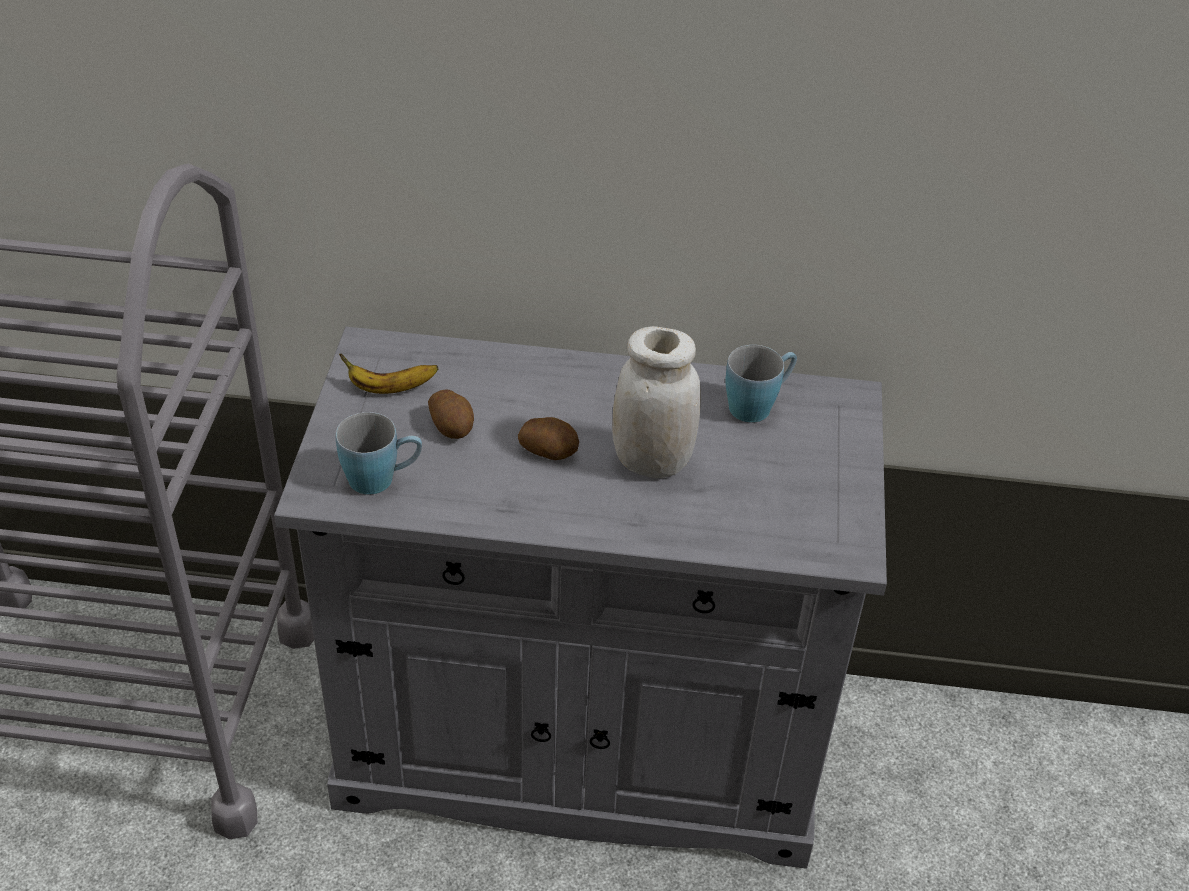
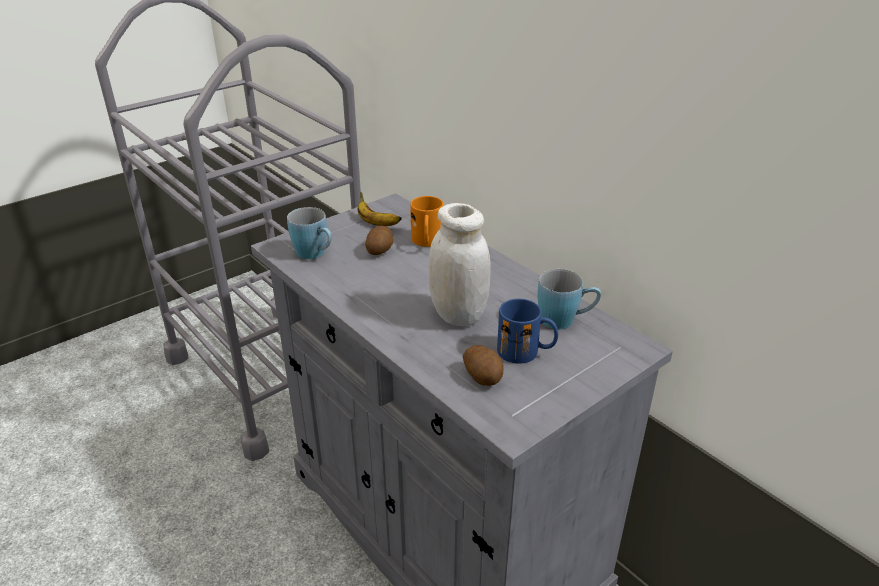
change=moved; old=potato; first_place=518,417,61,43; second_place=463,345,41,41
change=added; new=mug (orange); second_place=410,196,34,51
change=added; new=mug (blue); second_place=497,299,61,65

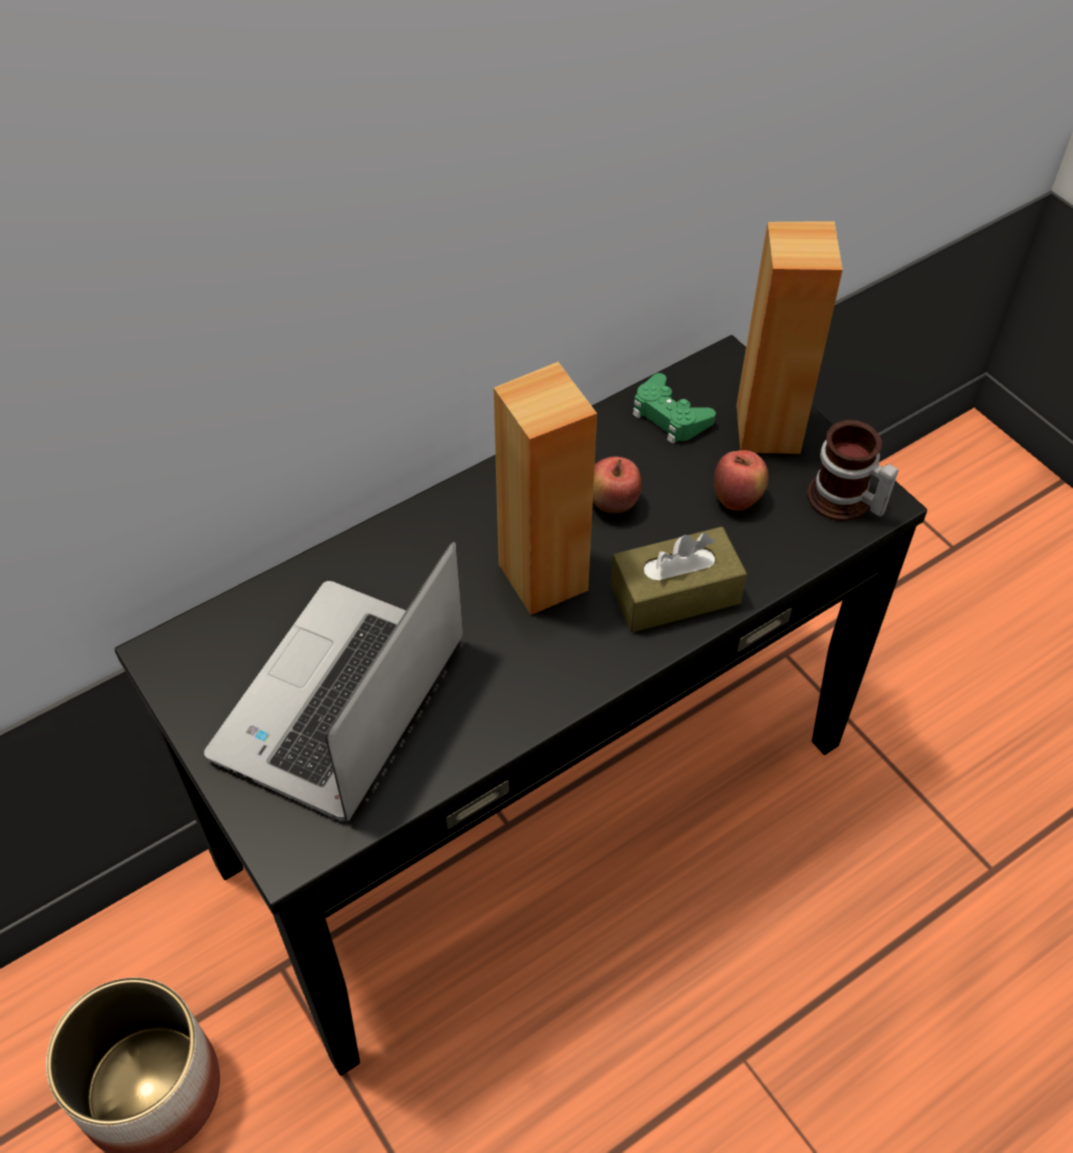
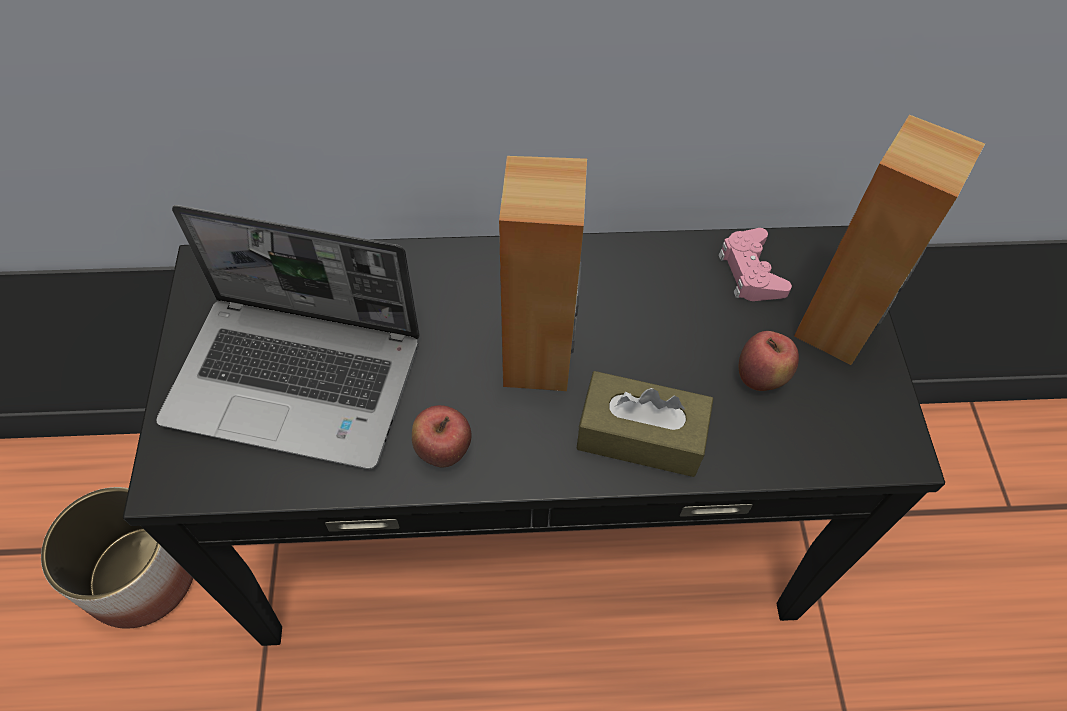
change=recoloured; old=game controller (green); new=game controller (pink); first_place=633,373,83,71; second_place=718,228,74,73
change=removed; old=mug; first_place=807,420,92,101
change=moved; old=apple; first_place=593,457,49,56; second_place=412,405,59,62
change=turned; old=laptop; first_place=204,542,259,279; second_place=157,205,263,264; degrees=-135

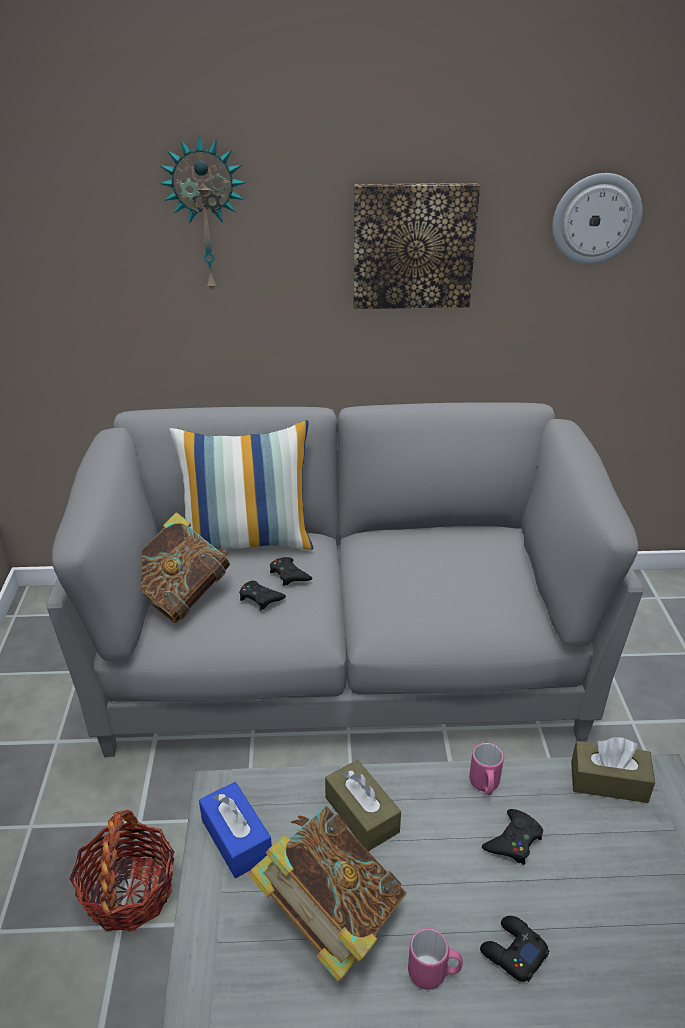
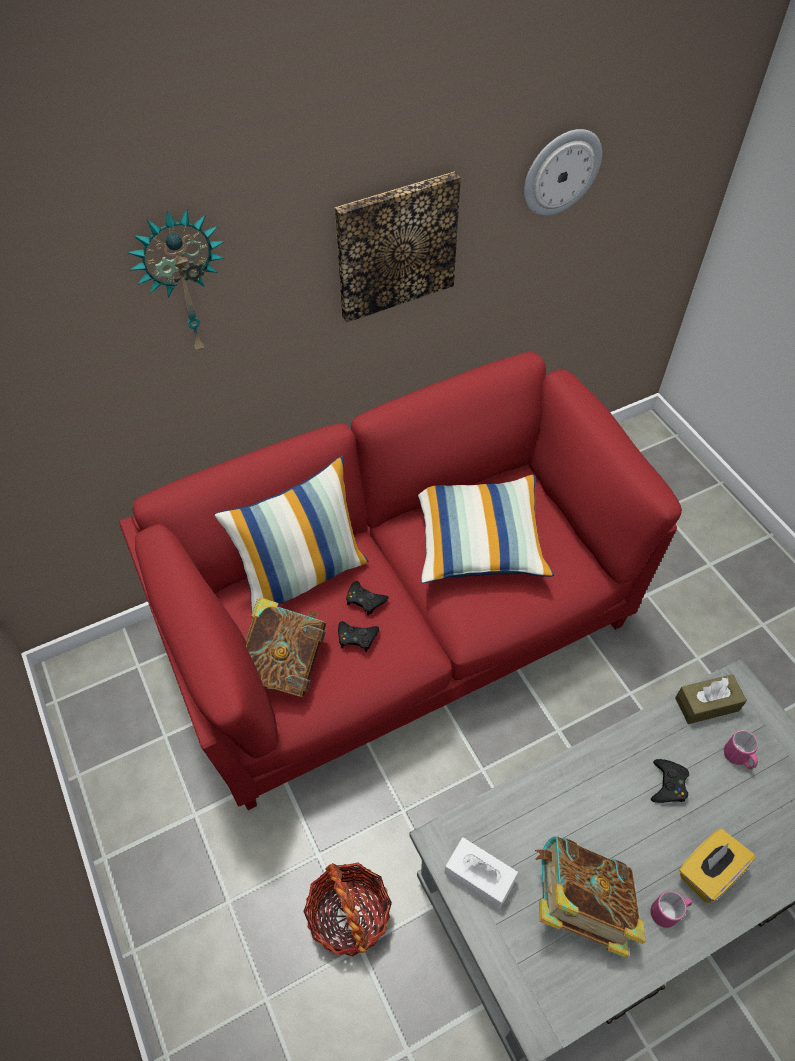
change=recoloured; old=sofa (grey); new=sofa (red); first_place=46,402,598,355; second_place=119,352,563,458
change=moved; old=mug (pink); first_place=469,743,35,52; second_place=724,730,34,39
change=removed; old=tissue box (brown); first_place=325,760,76,91
change=recoloured; old=tissue box (blue); new=tissue box (white); first_place=199,782,73,96; second_place=444,837,74,72
change=replaced; old=game controller (black); new=tissue box (yellow); first_place=480,916,69,66; second_place=679,829,76,74
change=added; new=pillow; second_place=418,475,136,108

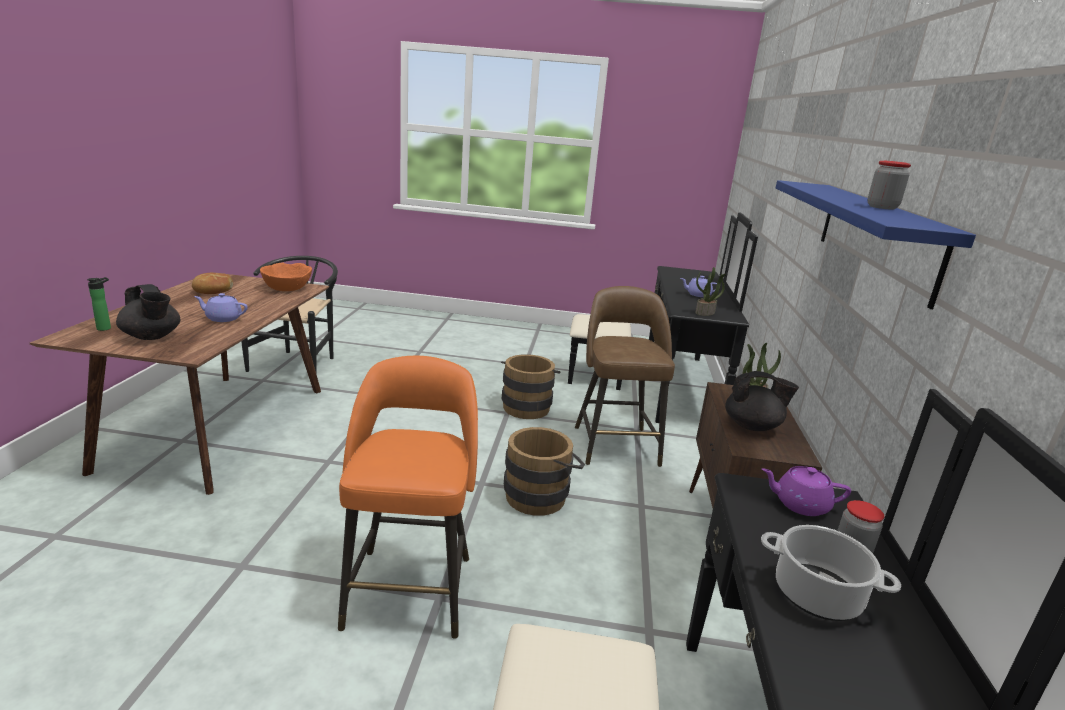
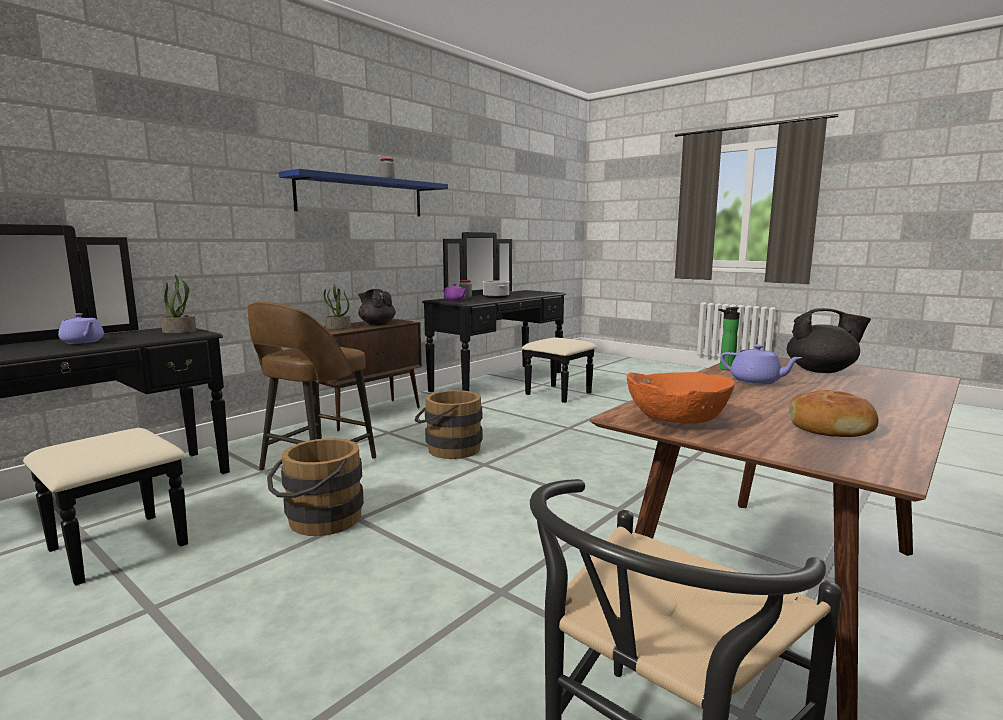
change=moved; old=bottle; first_place=87,277,24,54; second_place=718,307,22,63
change=turned; old=teapot (black); first_place=116,284,64,56; second_place=787,308,84,65; degrees=120
change=removed; old=stool (orange); first_place=338,356,140,283

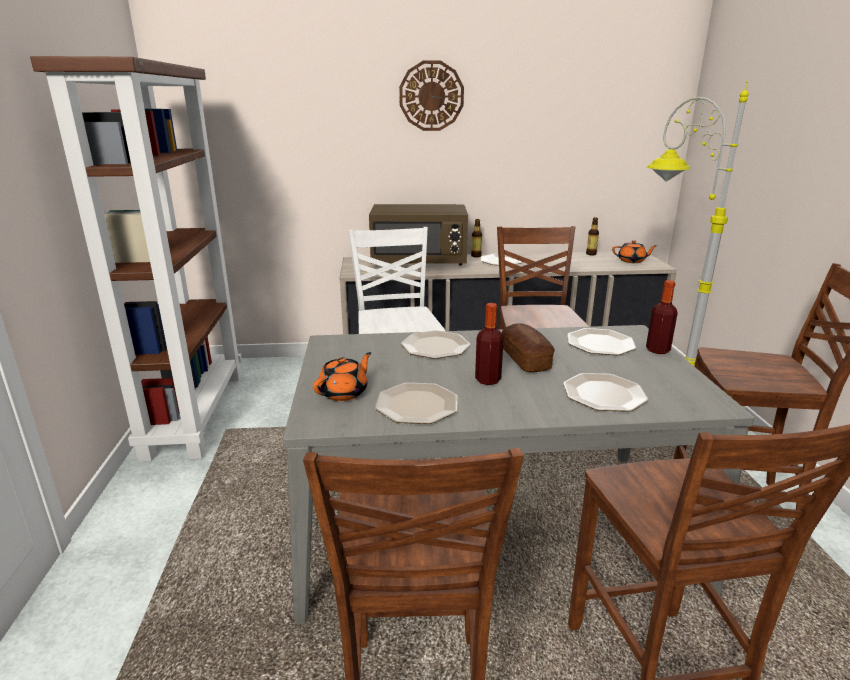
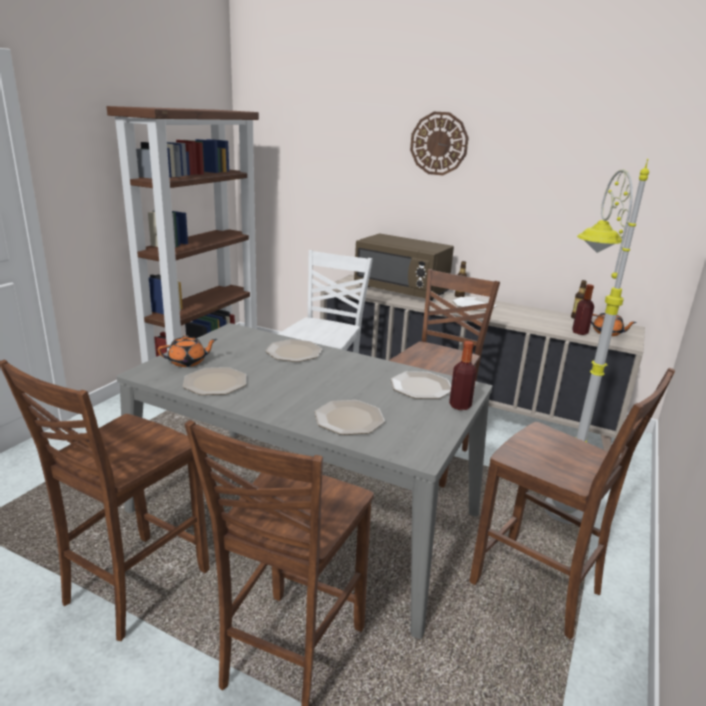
change=moved; old=bottle; first_place=475,303,29,82; second_place=572,284,22,51
change=removed; old=bread; first_place=502,323,53,49

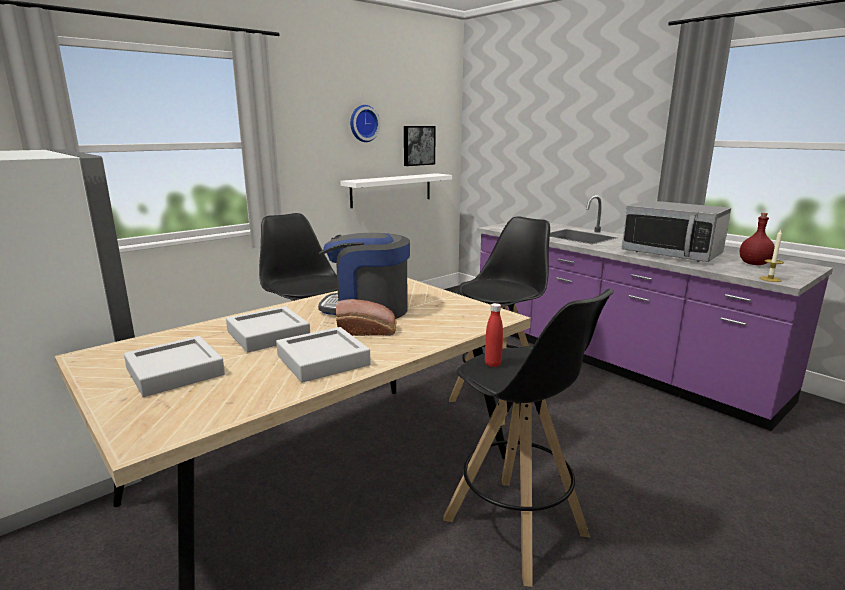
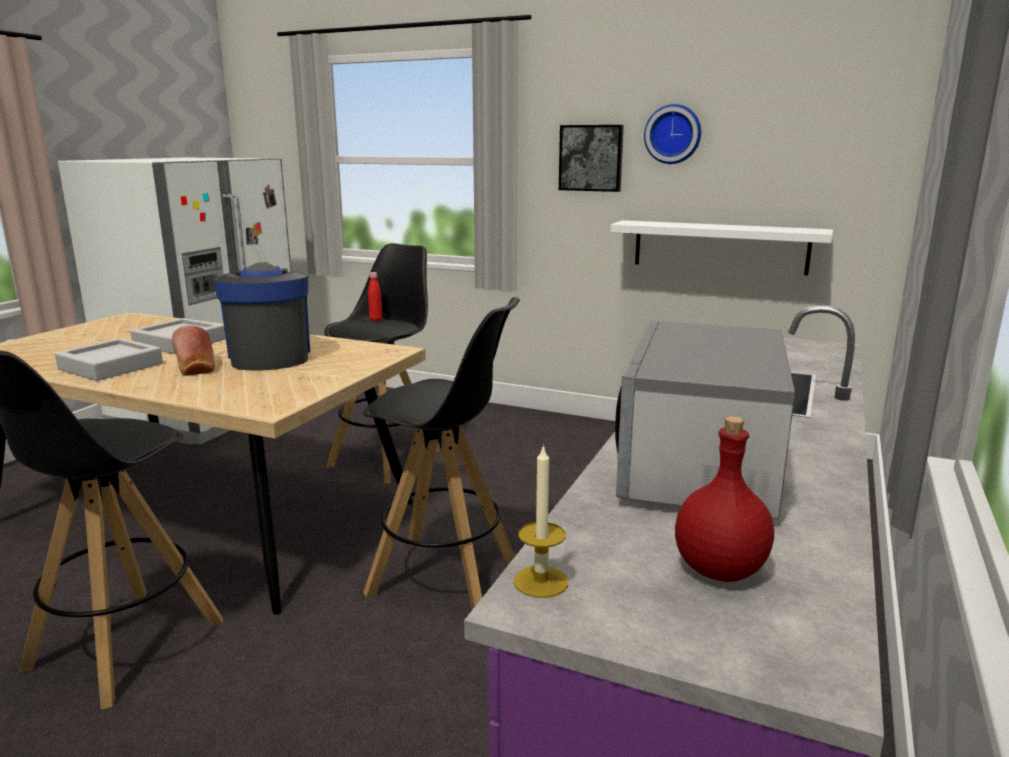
change=moved; old=picture; first_place=404,126,32,40; second_place=559,125,65,67
change=moved; old=bottle (red); first_place=485,303,18,64; second_place=368,272,14,50
change=removed; old=tray (grey); first_place=124,336,101,61

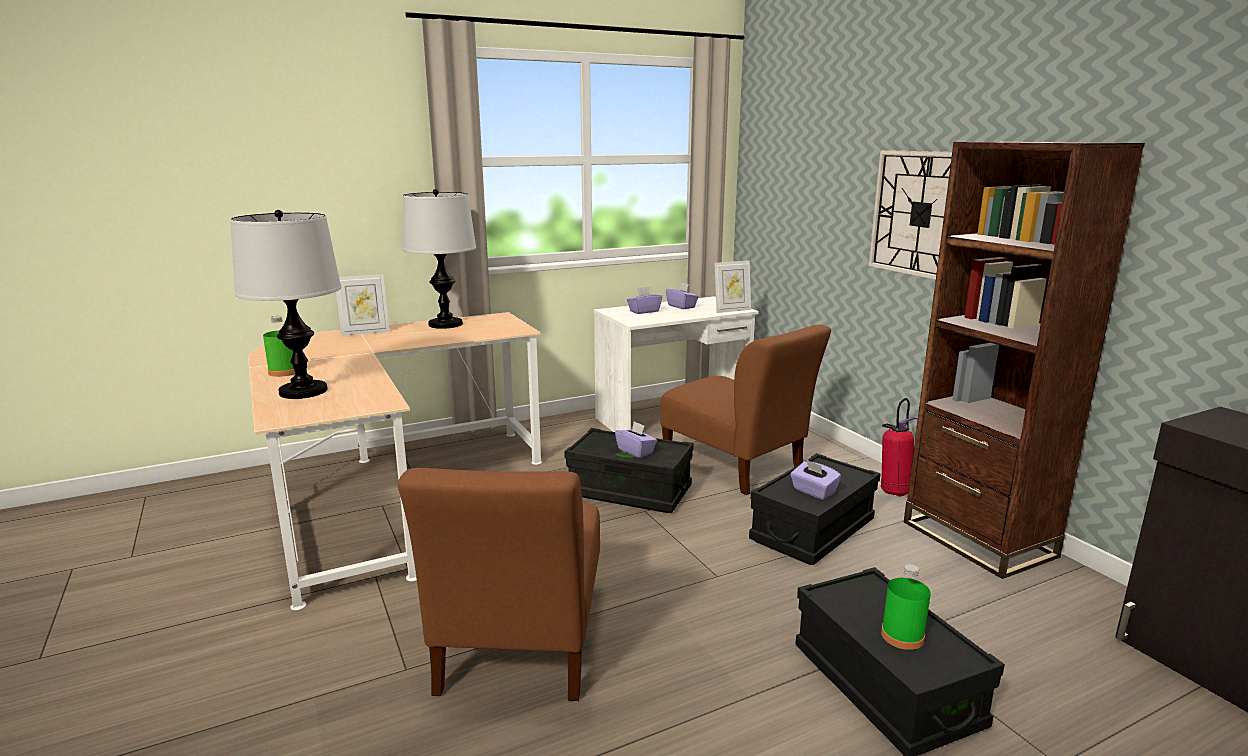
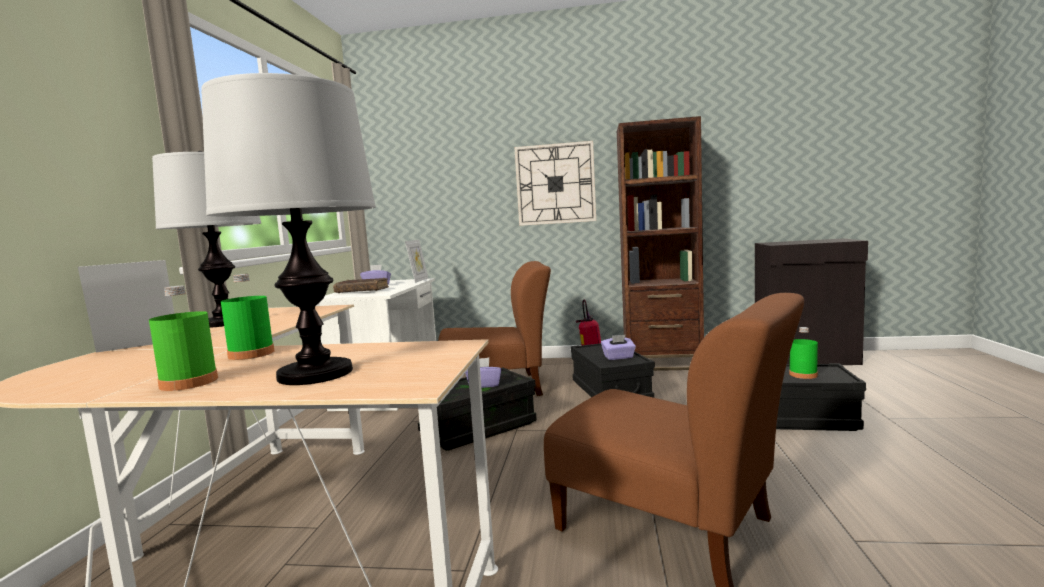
change=turned; old=picture frame; first_place=336,274,53,62; second_place=78,260,96,92; degrees=-135
change=replaced; old=tissue box (purple); new=book (brown); first_place=627,287,35,27; second_place=333,278,56,15
change=added; new=bottle (green); second_place=221,274,54,86

